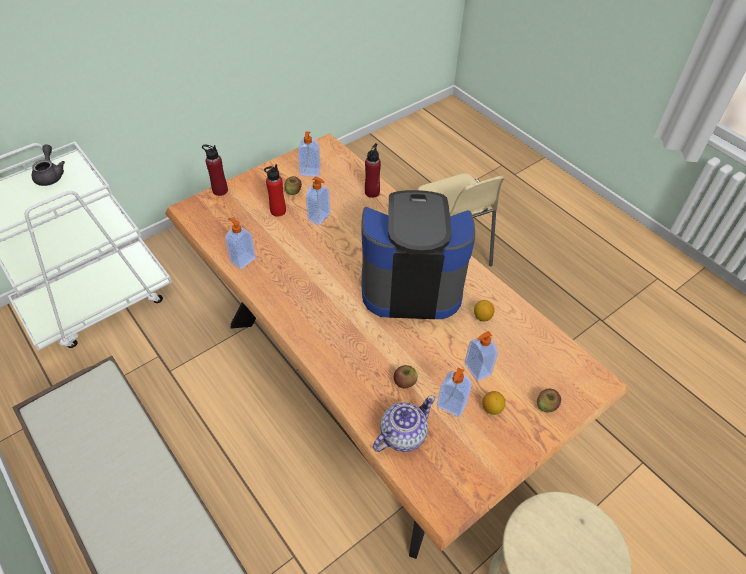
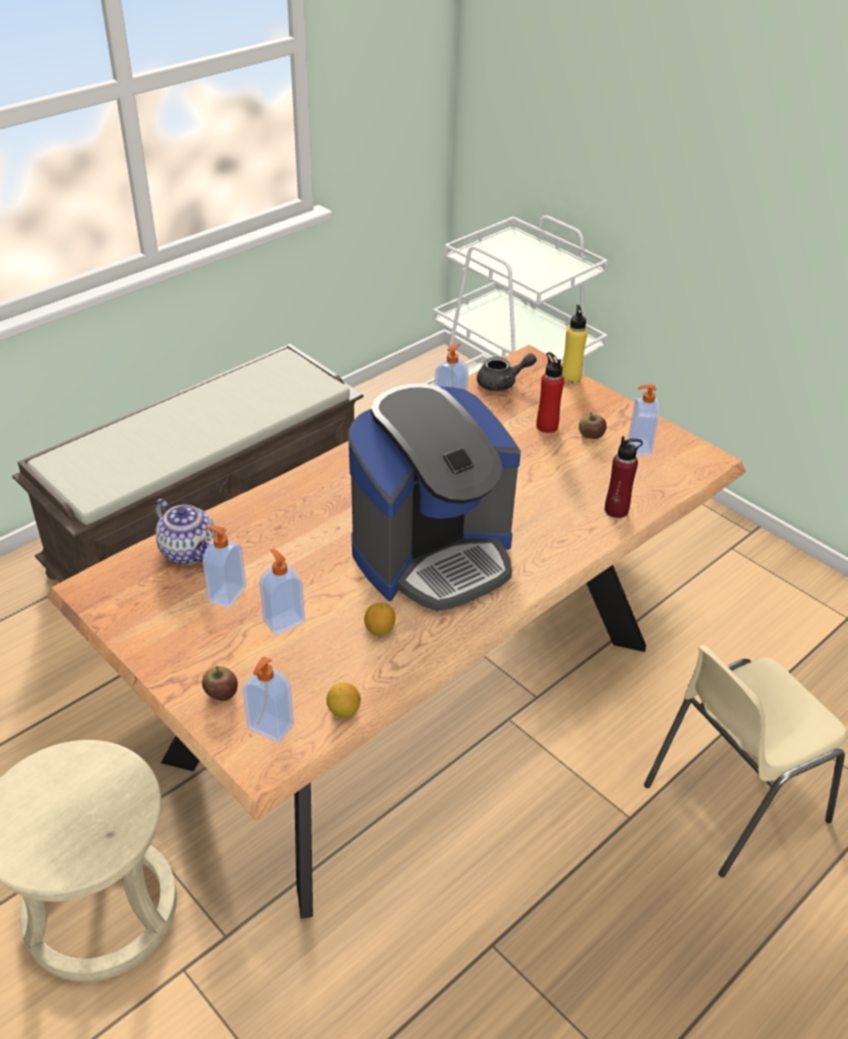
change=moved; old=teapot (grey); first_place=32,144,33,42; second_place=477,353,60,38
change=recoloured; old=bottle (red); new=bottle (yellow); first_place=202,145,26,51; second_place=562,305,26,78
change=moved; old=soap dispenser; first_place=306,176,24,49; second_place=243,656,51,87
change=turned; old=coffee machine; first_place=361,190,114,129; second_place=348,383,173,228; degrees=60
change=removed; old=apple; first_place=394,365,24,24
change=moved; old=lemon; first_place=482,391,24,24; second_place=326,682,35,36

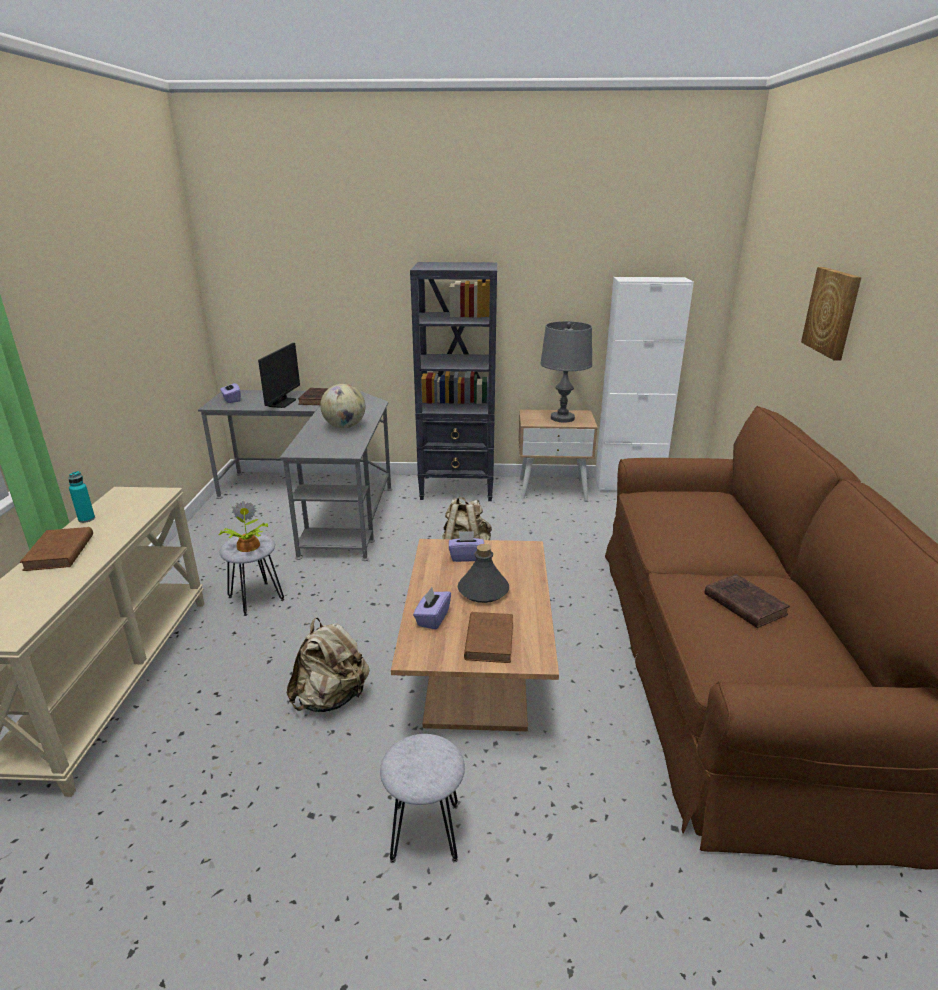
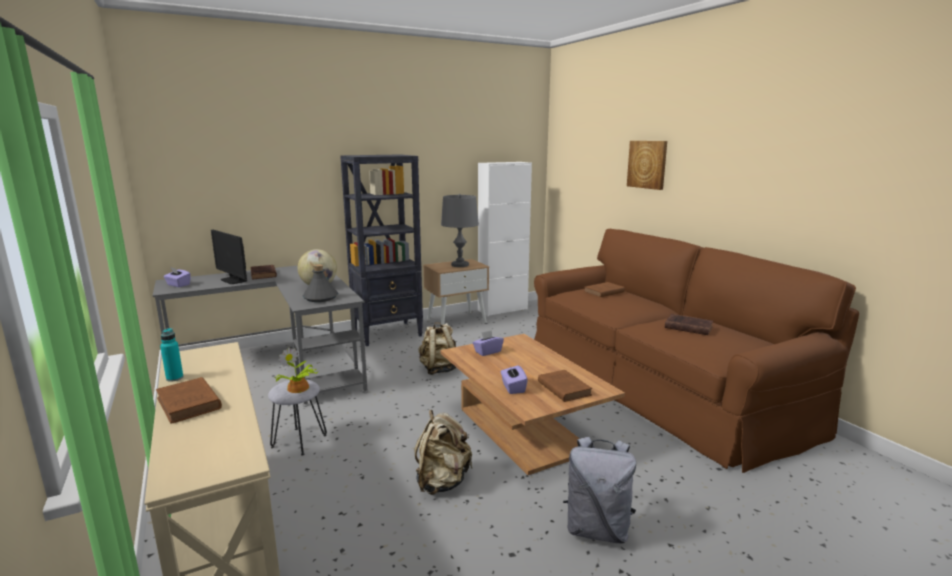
change=turned; old=monitor; first_place=258,343,42,65; second_place=211,230,36,54; degrees=150
change=moved; old=bottle (grey); first_place=458,544,51,59; second_place=303,264,35,38
change=replaced; old=stool (grey); new=backpack (grey); first_place=380,734,85,129; second_place=563,437,73,106
change=added; new=book (brown); second_place=584,282,41,15

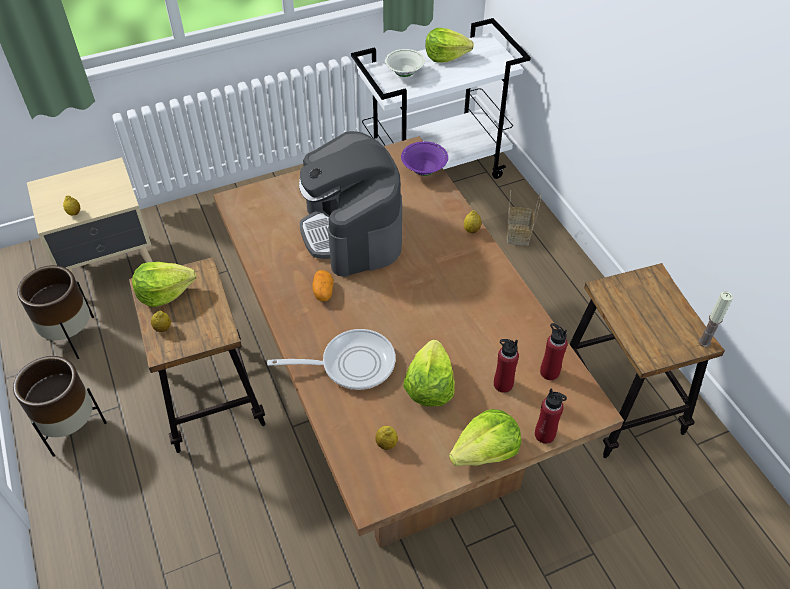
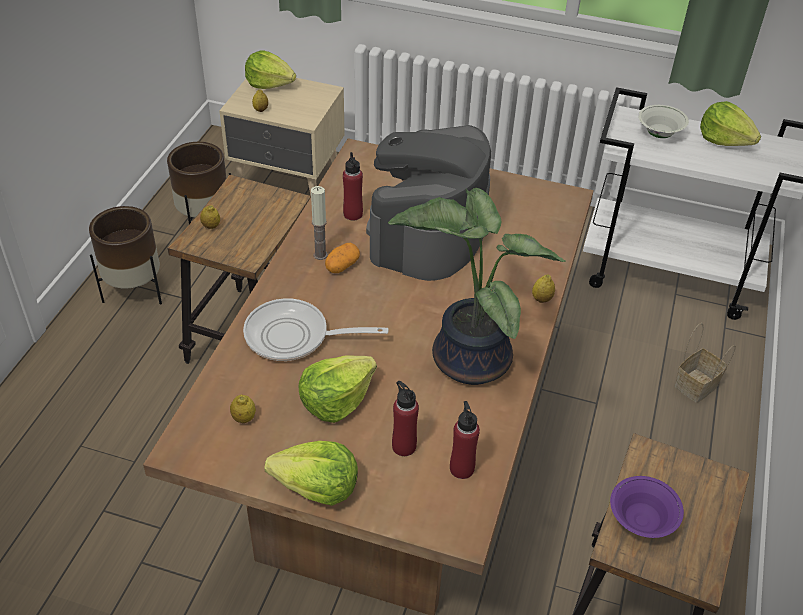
change=moved; old=bowl (purple); first_place=401,141,47,35; second_place=610,476,74,62
change=moved; old=lettuce; first_place=132,262,64,45; second_place=245,50,51,39
change=moved; old=candle; first_place=698,291,35,56; second_place=311,186,17,74
change=turned; old=frying pan; first_place=267,329,129,61; second_place=243,298,146,63; degrees=150
change=moved; old=bottle (red); first_place=535,389,32,55; second_place=343,152,20,69
change=added; new=potted plant; second_place=388,188,178,197

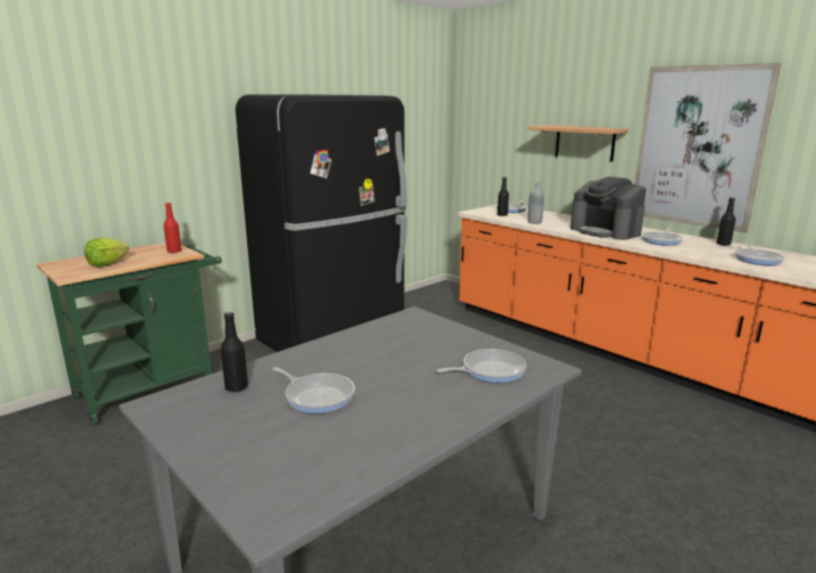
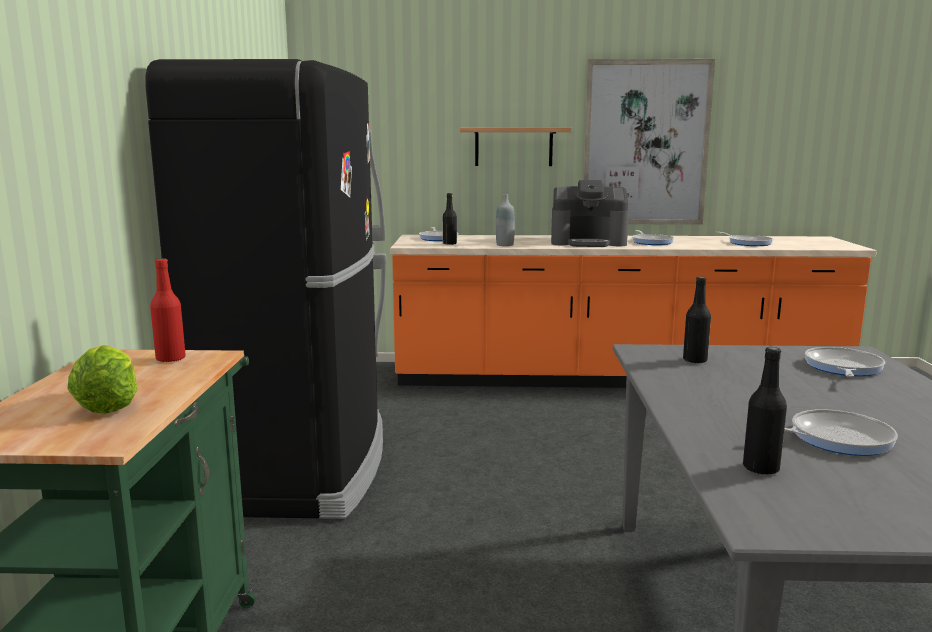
change=moved; old=bottle (black); first_place=716,197,20,49; second_place=683,277,28,86

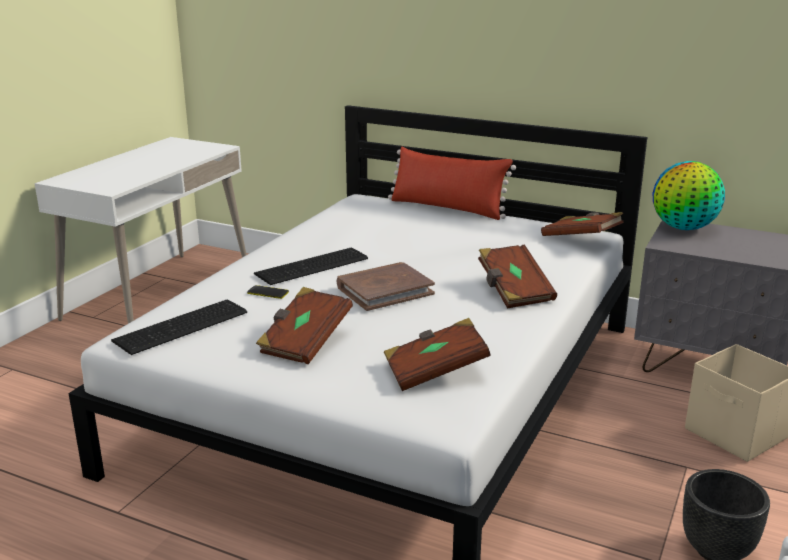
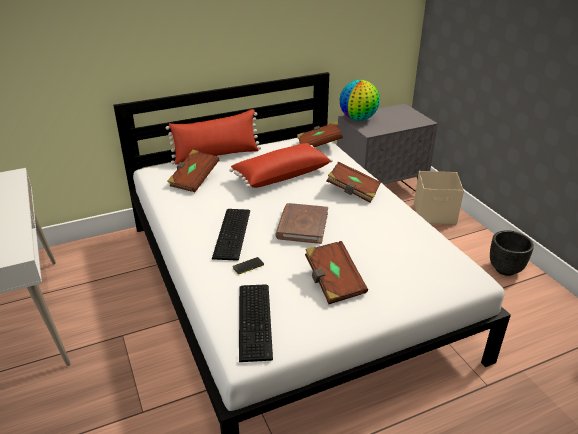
change=moved; old=book (brown); first_place=384,318,107,73; second_place=167,150,52,42
change=added; new=pillow (red); second_place=229,143,104,45

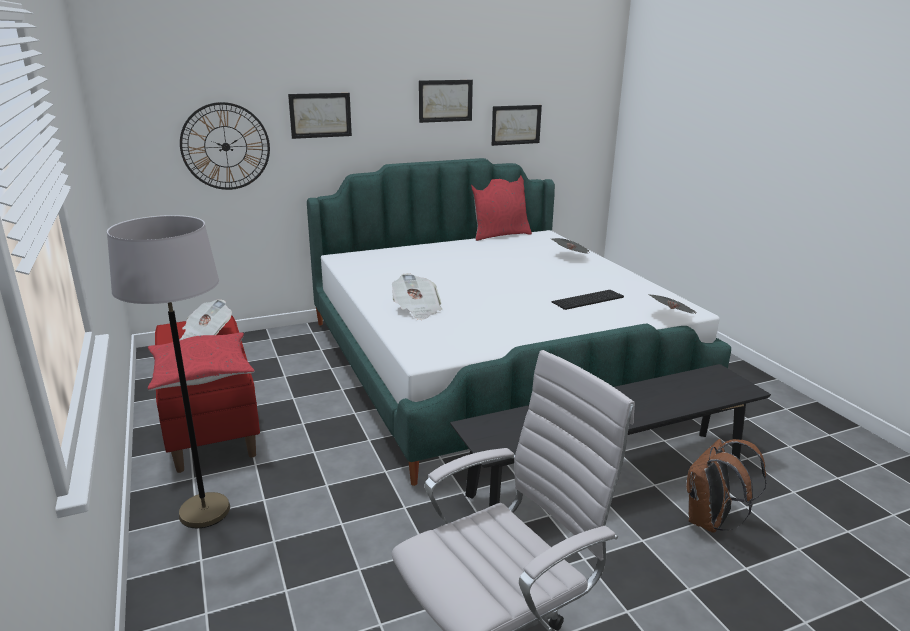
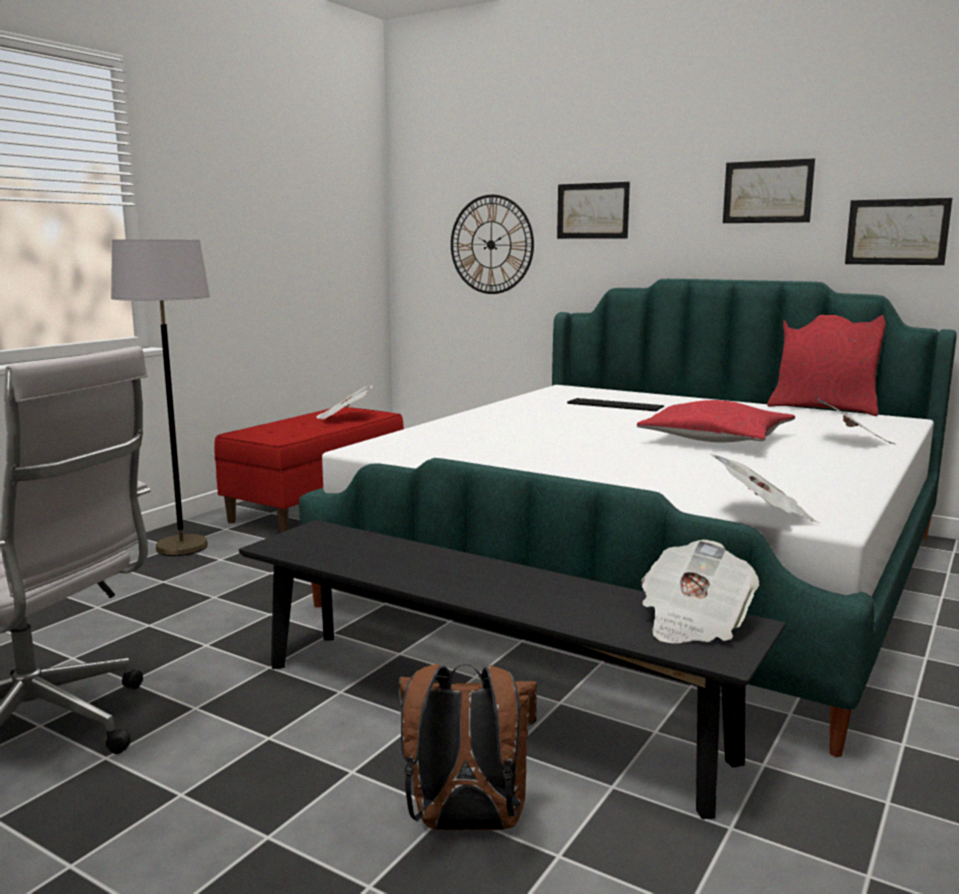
change=moved; old=newspaper; first_place=392,273,50,47; second_place=641,540,118,103
change=moved; old=keyboard; first_place=552,290,72,20; second_place=567,398,97,13
change=moved; old=pillow (red); first_place=148,332,107,59; second_place=637,400,158,43

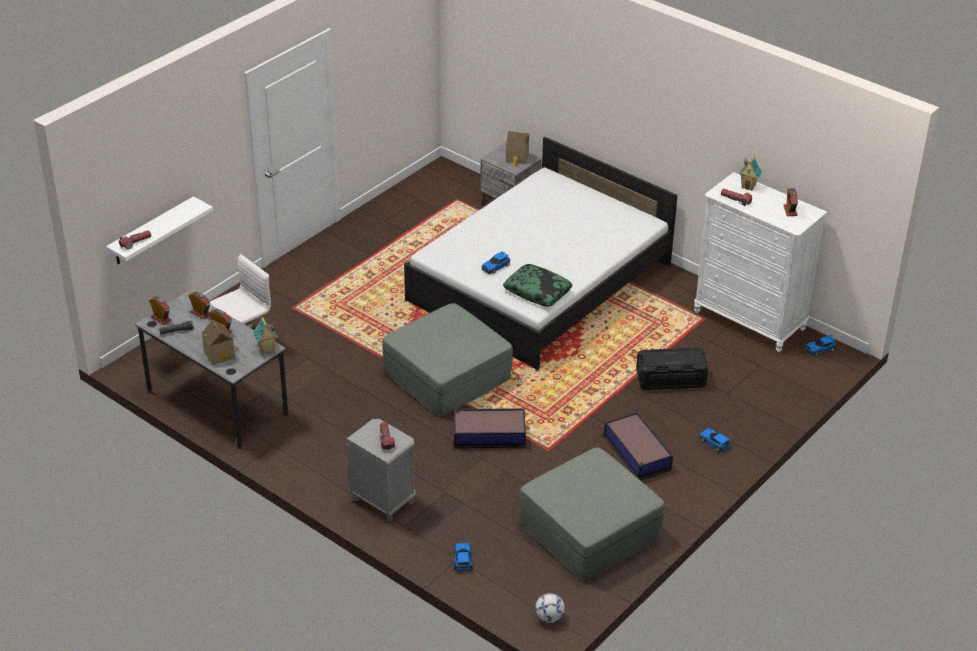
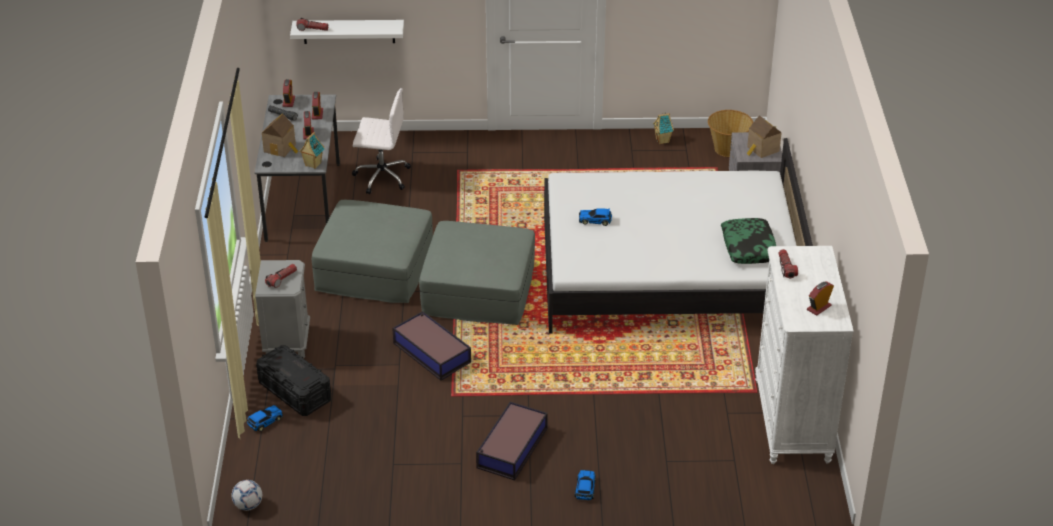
change=moved; old=toy house; first_place=739,156,23,35; second_place=653,113,21,31
change=moved; old=pillow; first_place=503,264,69,43; second_place=721,218,55,46
change=removed; old=toy car; first_place=805,335,31,21
change=moved; old=storage box (black); first_place=636,347,72,43; second_place=256,346,75,70
change=moved; old=ottoman (grey); first_place=519,447,146,134; second_place=312,200,121,103
change=added; new=basket; second_place=708,110,45,47

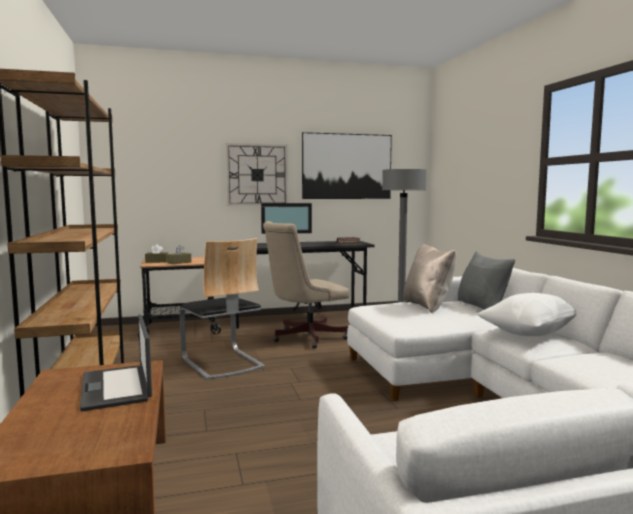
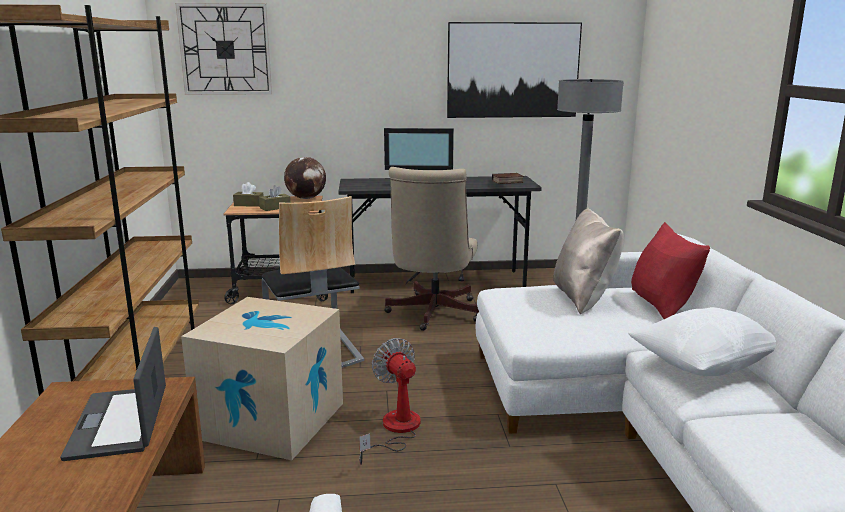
change=moved; old=wall clock; first_place=226,143,62,63; second_place=175,3,98,92
change=turned; old=office chair (beige); first_place=263,221,86,127; second_place=384,167,95,164; degrees=-60
change=recoloured; old=pillow (grey); new=pillow (red); first_place=457,252,58,58; second_place=631,222,79,97
change=added; new=globe; second_place=284,157,42,42
change=added; new=cardboard box; second_place=181,297,162,163
change=added; new=fan; second_place=359,338,62,127

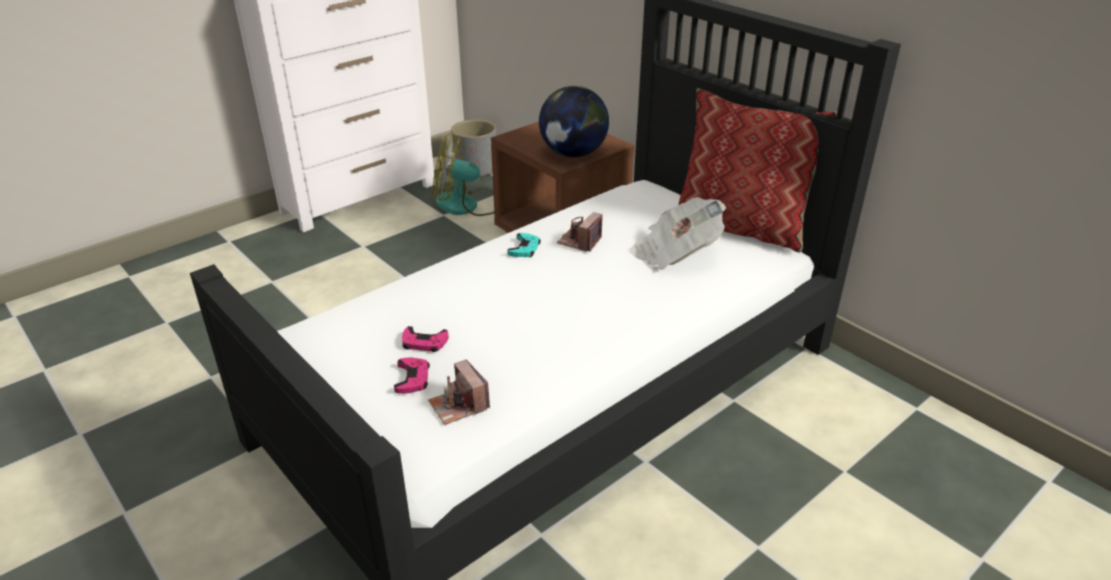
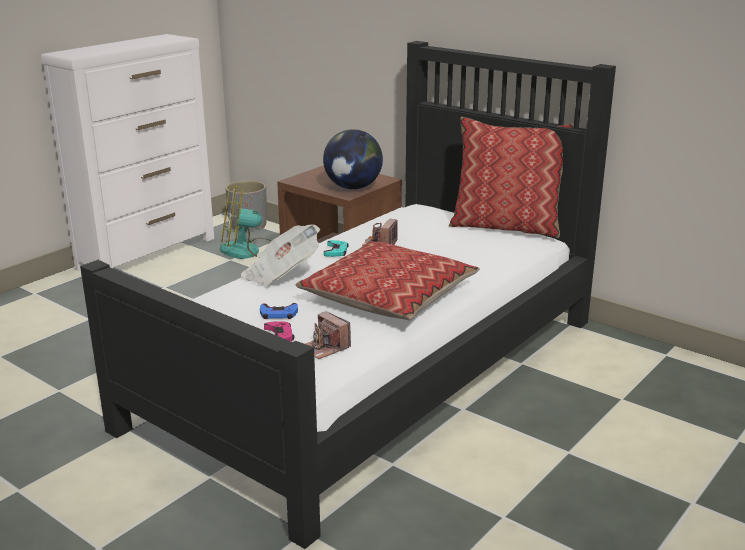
change=moved; old=newspaper; first_place=630,197,96,73; second_place=241,225,79,61
change=recoloured; old=game controller (pink); new=game controller (blue); first_place=402,326,47,26; second_place=260,303,38,16
change=added; new=pillow; second_place=295,241,185,80

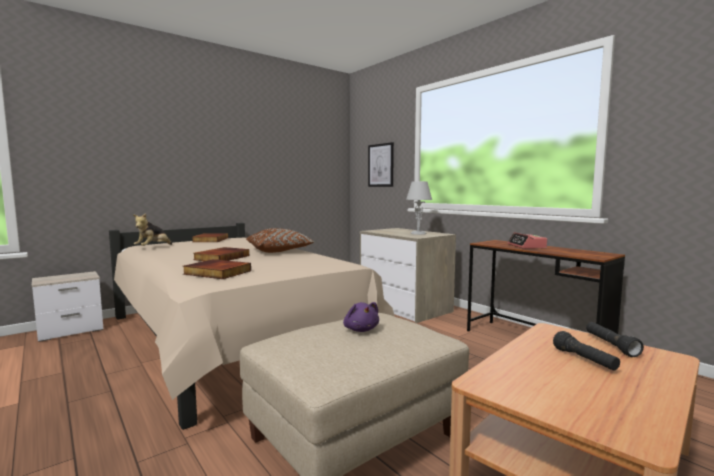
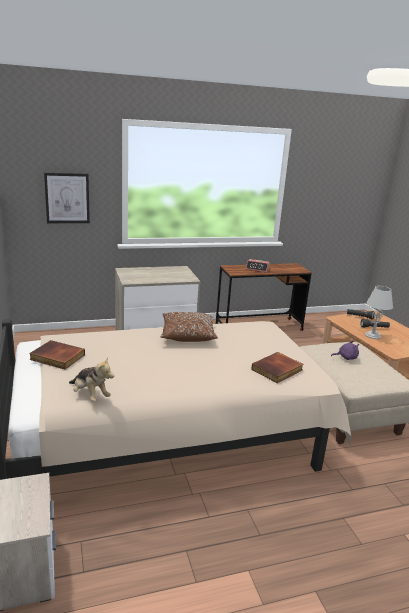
change=moved; old=table lamp (grey); first_place=406,181,26,54; second_place=365,286,28,53
change=removed; old=book; first_place=193,247,56,14

